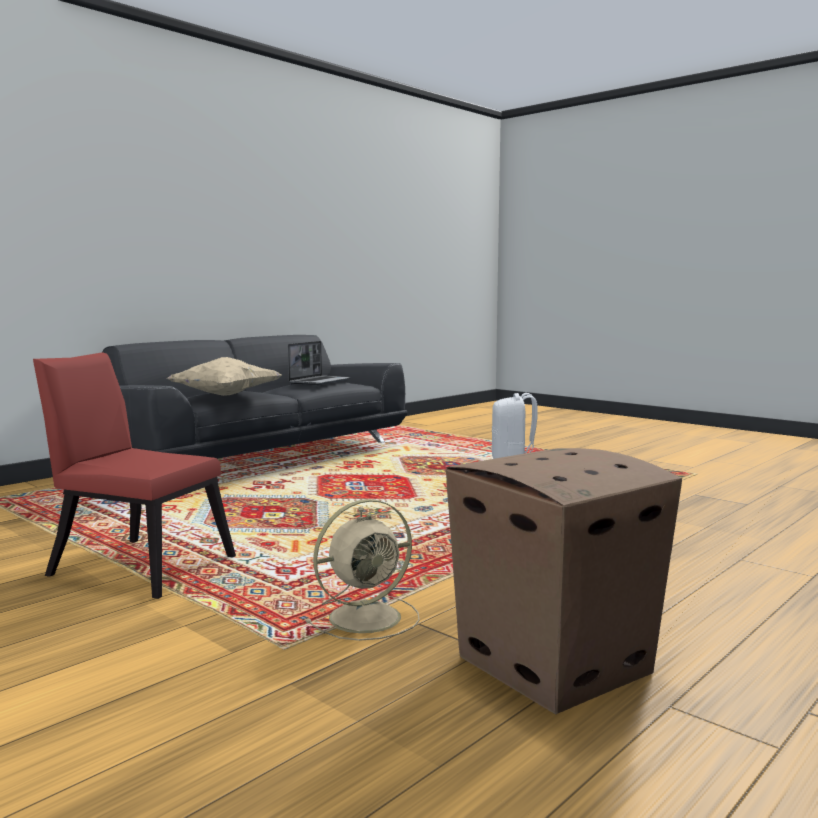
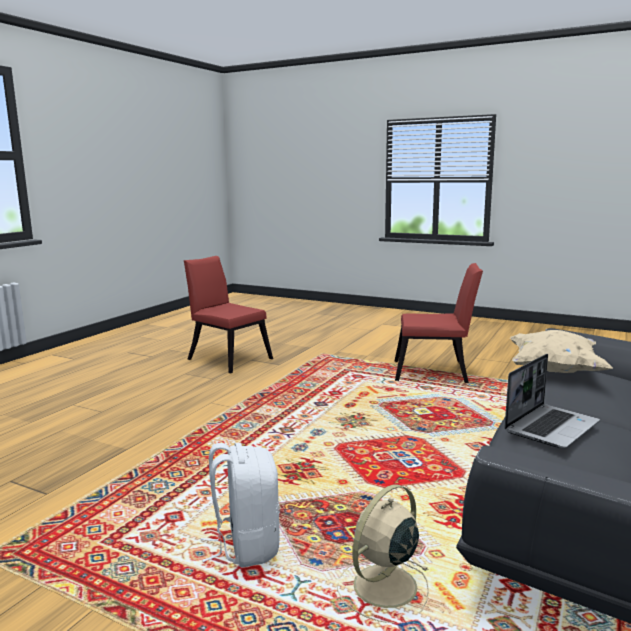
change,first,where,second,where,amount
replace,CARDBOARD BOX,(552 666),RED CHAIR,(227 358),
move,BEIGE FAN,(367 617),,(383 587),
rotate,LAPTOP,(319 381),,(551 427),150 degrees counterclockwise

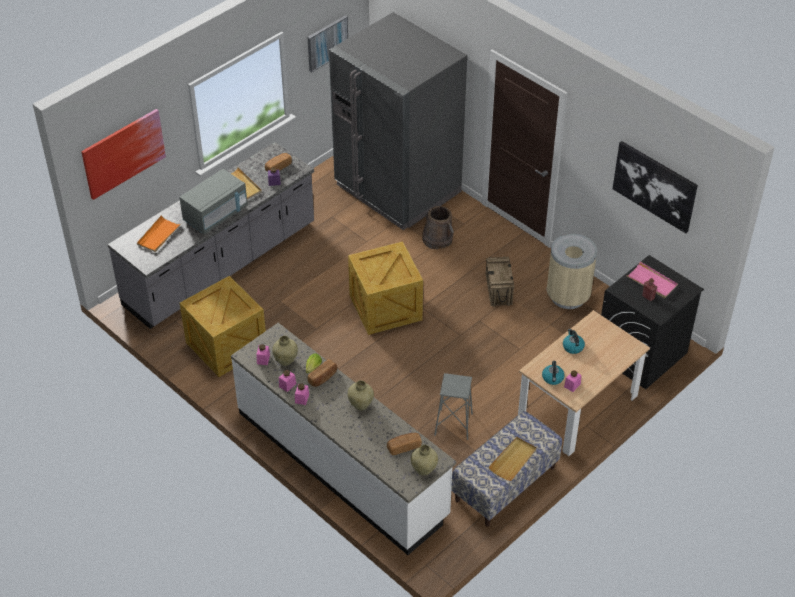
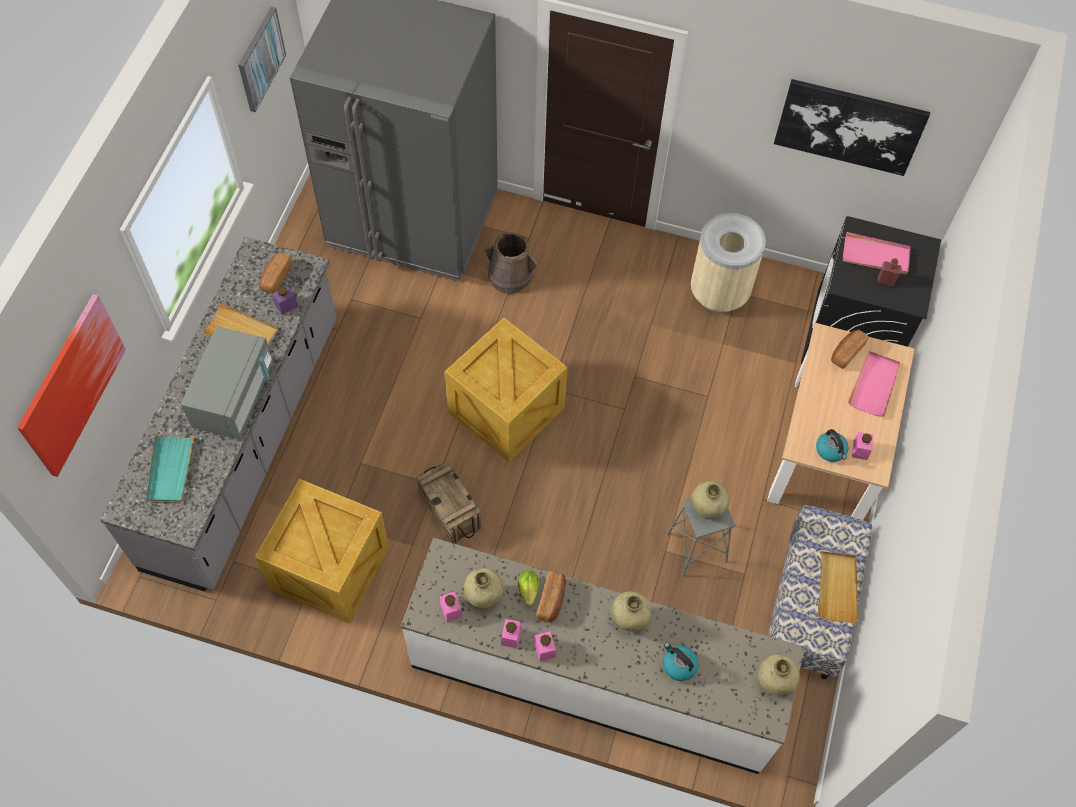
change,first,where,second,where,amount
recolor,ORANGE TRAY,(158 235),TURQUOISE TRAY,(170 470),
move,CRATE,(499 290),,(450 510),
move,KETTLE,(572 347),,(678 665),
insert,,,BEIGE VASE,(707 509),
move,BREAD,(404 447),,(846 352),
insert,,,PINK TRAY,(874 385),

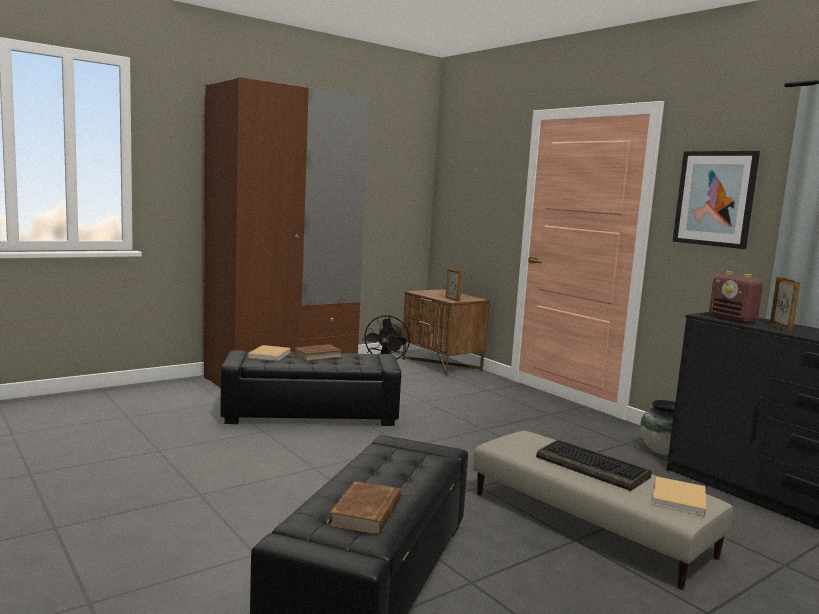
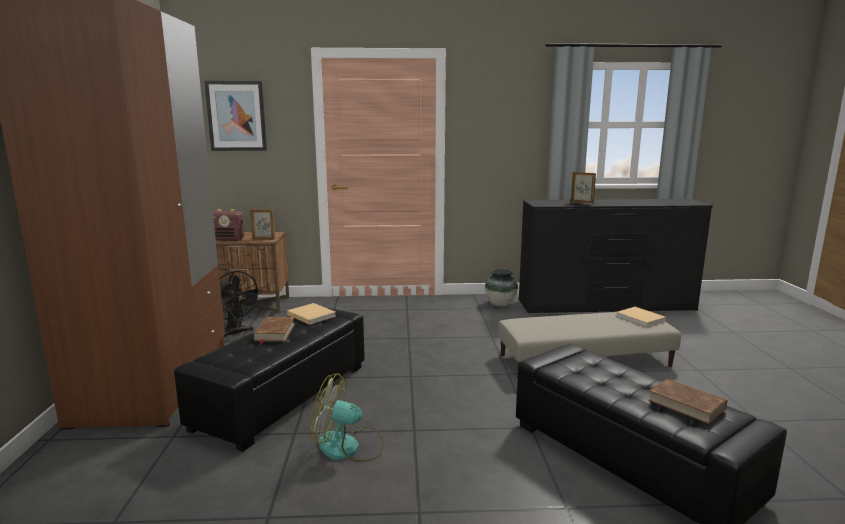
change,first,where,second,where,amount
move,PICTURE,(715 198),,(236 116),
move,RADIO,(732 320),,(229 239),
move,BEIGE BOOK,(270 354),,(310 315),
insert,,,FAN,(348 447),
delete,KEYBOARD,(593 467),,,

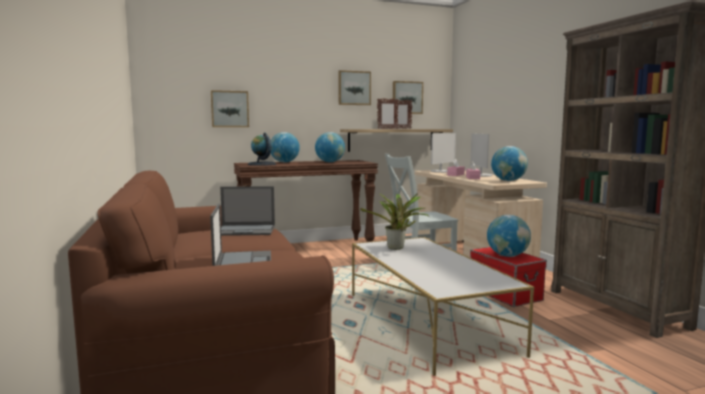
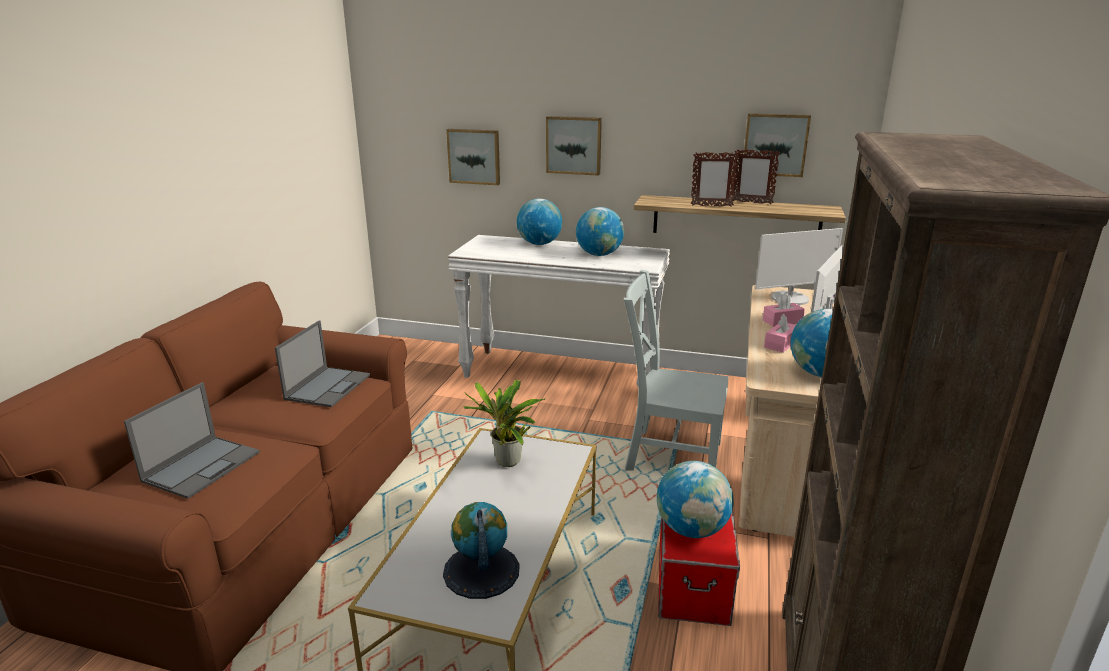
change,first,where,second,where,amount
rotate,LAPTOP,(246 230),,(328 386),105 degrees counterclockwise
move,GLOBE,(262 164),,(481 571),
recolor,BROWN CONSOLE TABLE,(306 249),WHITE CONSOLE TABLE,(561 374),
move,PICTURE,(354 88),,(574 145),

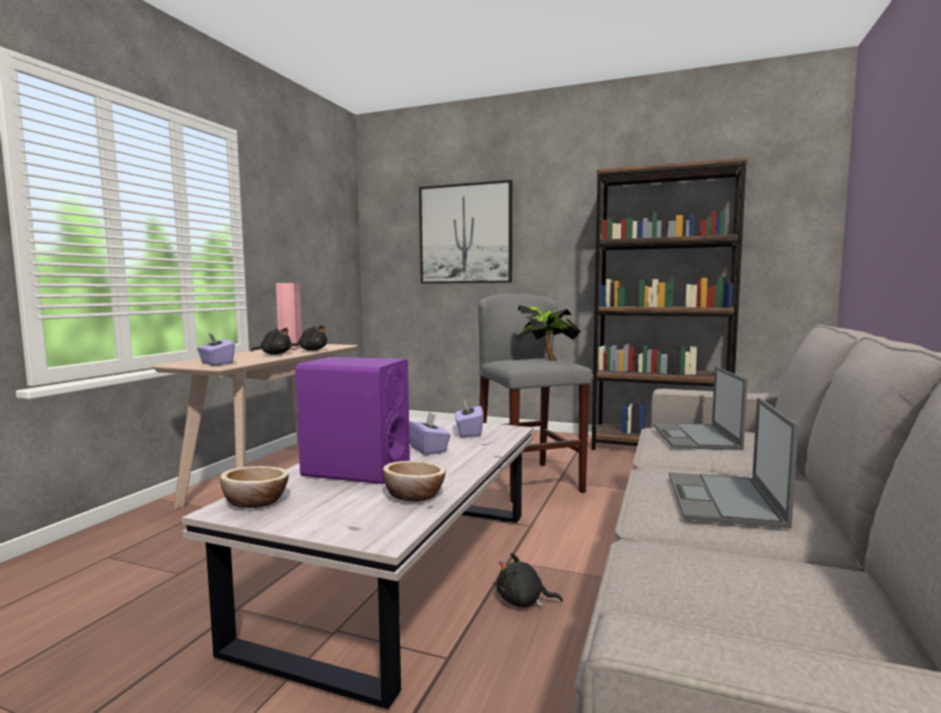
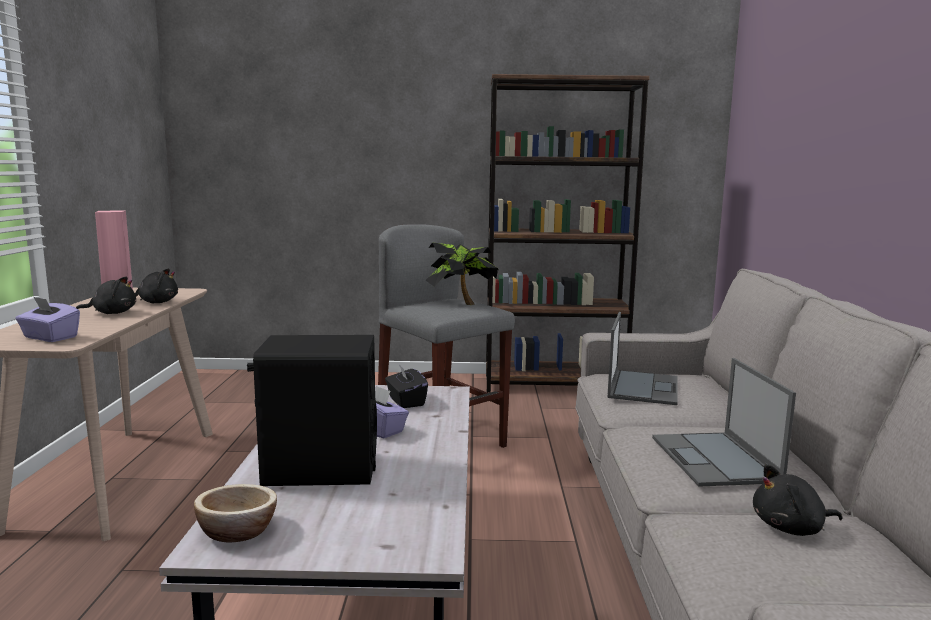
change,first,where,second,where,amount
recolor,PURPLE SPEAKER,(356 470),BLACK SPEAKER,(320 470),
recolor,PURPLE TISSUE BOX,(468 432),BLACK TISSUE BOX,(405 401),
rotate,LAPTOP,(696 437),,(643 387),150 degrees counterclockwise
move,BLACK PLUSH TOY,(523 601),,(791 528),
delete,BOWL,(414 496),,,
delete,PICTURE,(465 234),,,

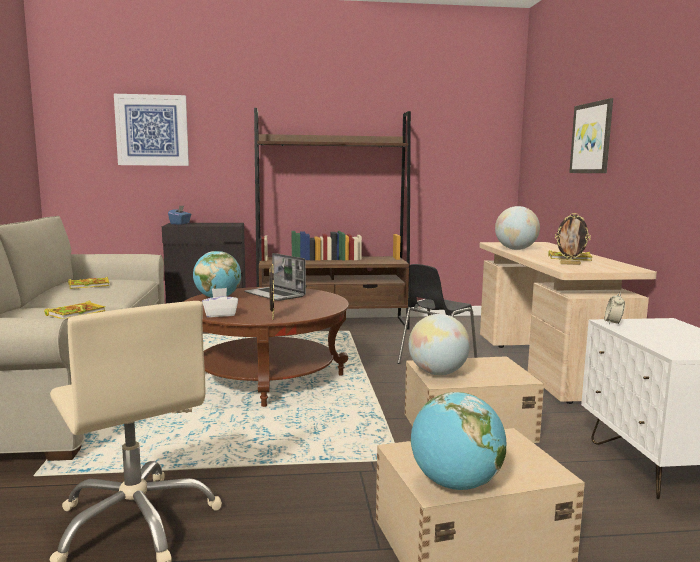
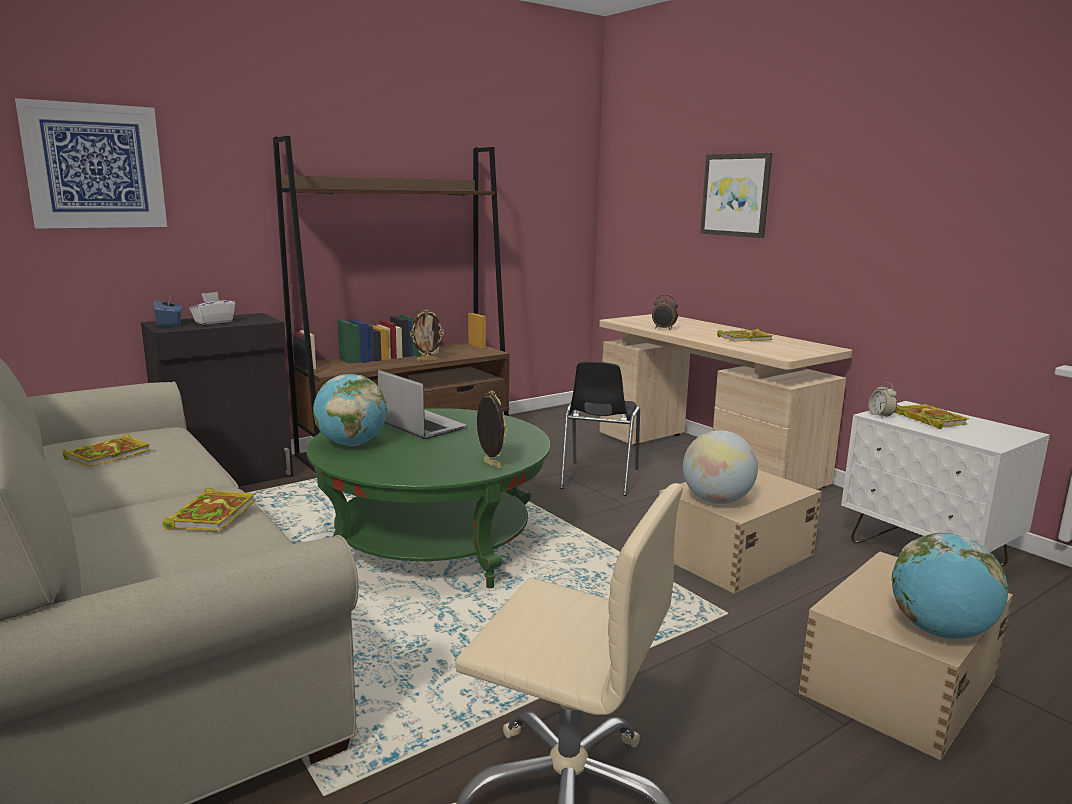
change,first,where,second,where,amount
move,WHITE TISSUE BOX,(220 315),,(213 322),
recolor,BROWN COFFEE TABLE,(266 377),GREEN COFFEE TABLE,(432 544),
rotate,LAPTOP,(276 295),,(420 426),150 degrees counterclockwise
move,PICTURE FRAME,(570 264),,(427 360),
replace,GLOBE,(515 249),ALARM CLOCK,(664 329),
insert,,,BOOK,(927 419),

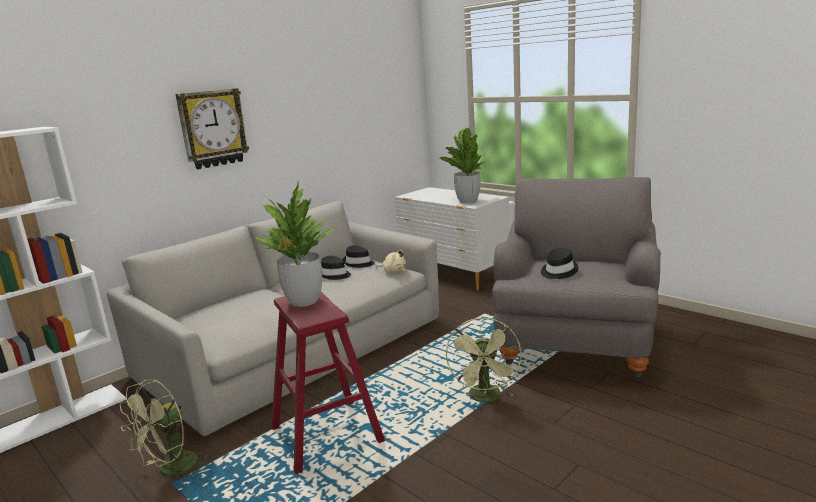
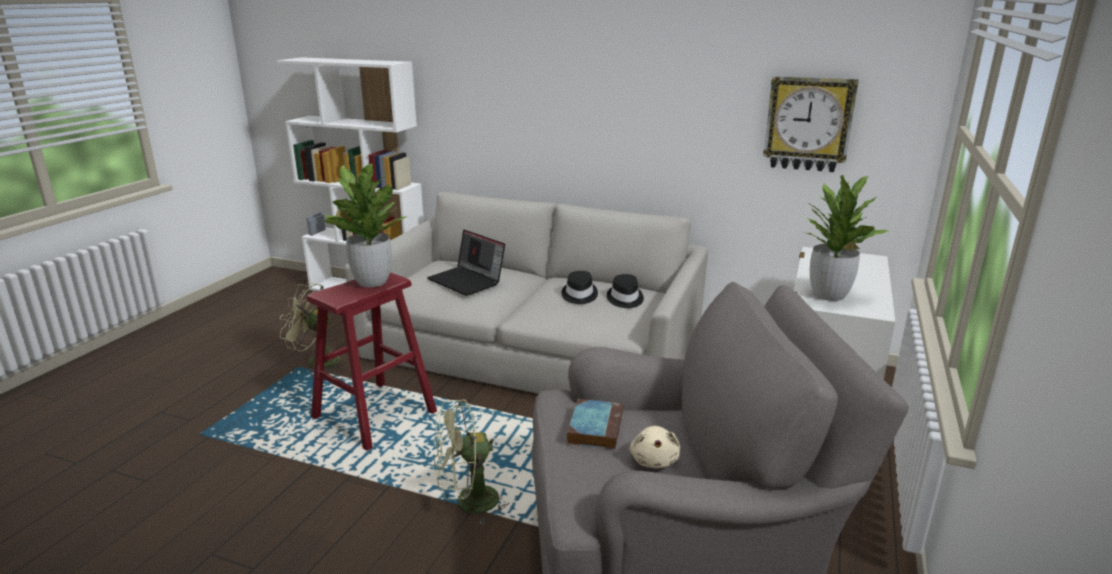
change,first,where,second,where,amount
insert,,,LAPTOP,(467 281),
replace,BLACK HAT,(558 271),BOOK,(595 427),
move,BEIGE PLUSH TOY,(393 270),,(654 460),
move,WALL CLOCK,(212 128),,(808 124),

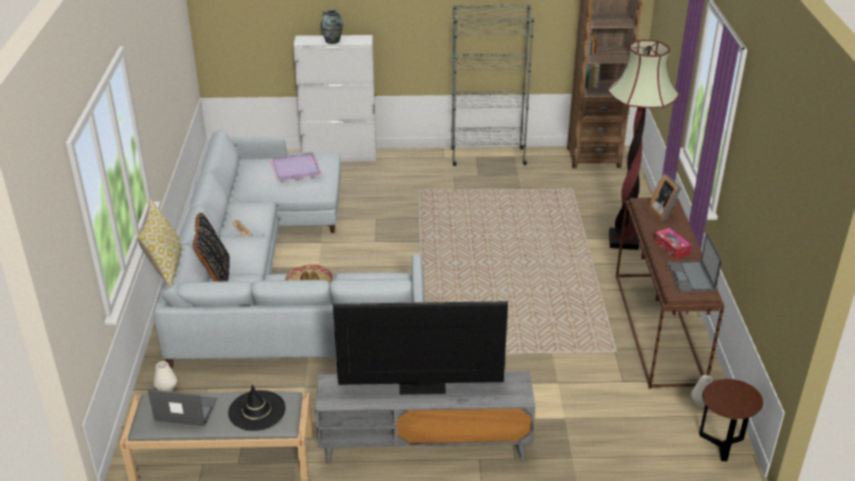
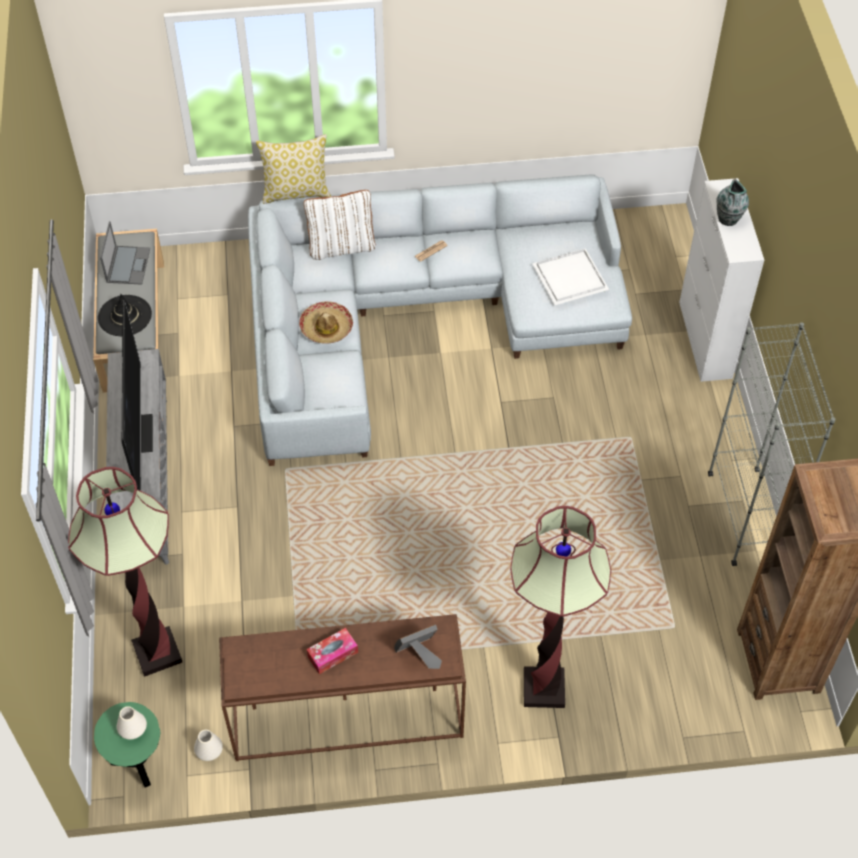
change,first,where,second,where,amount
insert,,,FLOOR LAMP,(157 652),
recolor,BROWN SIDE TABLE,(721 445),GREEN SIDE TABLE,(138 764),
move,WHITE VASE,(166 388),,(133 730),
recolor,BLACK PILLOW,(215 275),WHITE PILLOW,(341 246),
recolor,PURPLE TRAY,(295 169),WHITE TRAY,(568 277),
delete,LAPTOP,(691 277),,,

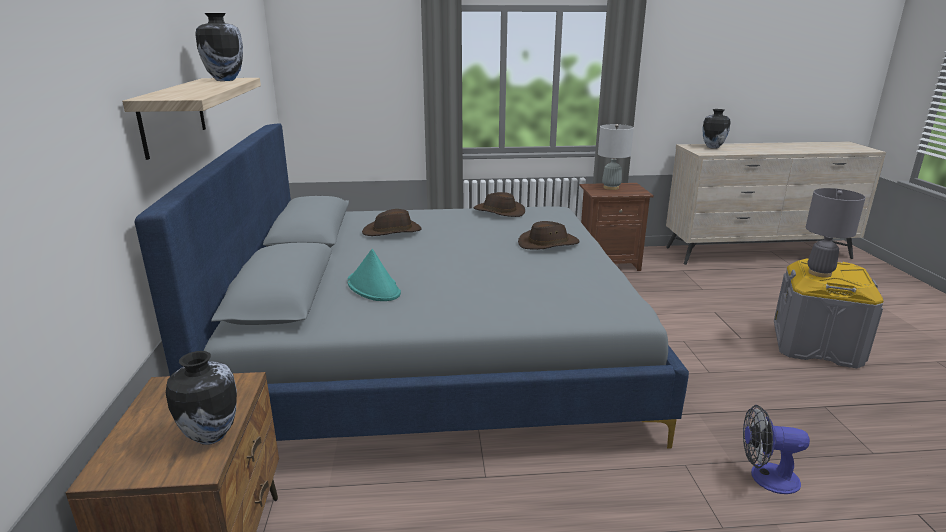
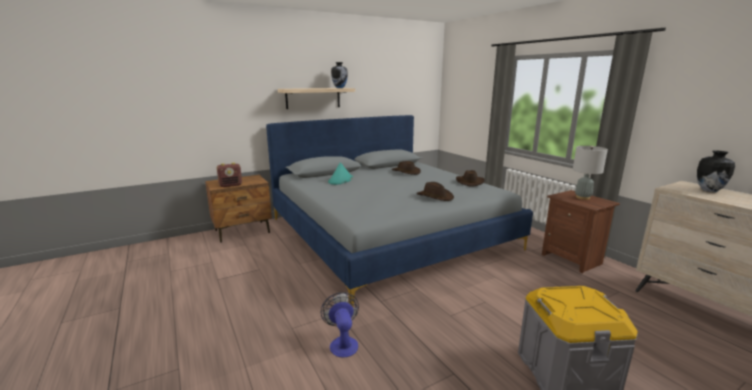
change,first,where,second,where,amount
replace,VASE,(211 436),RADIO,(231 185),
delete,GREY TABLE LAMP,(819 273),,,

